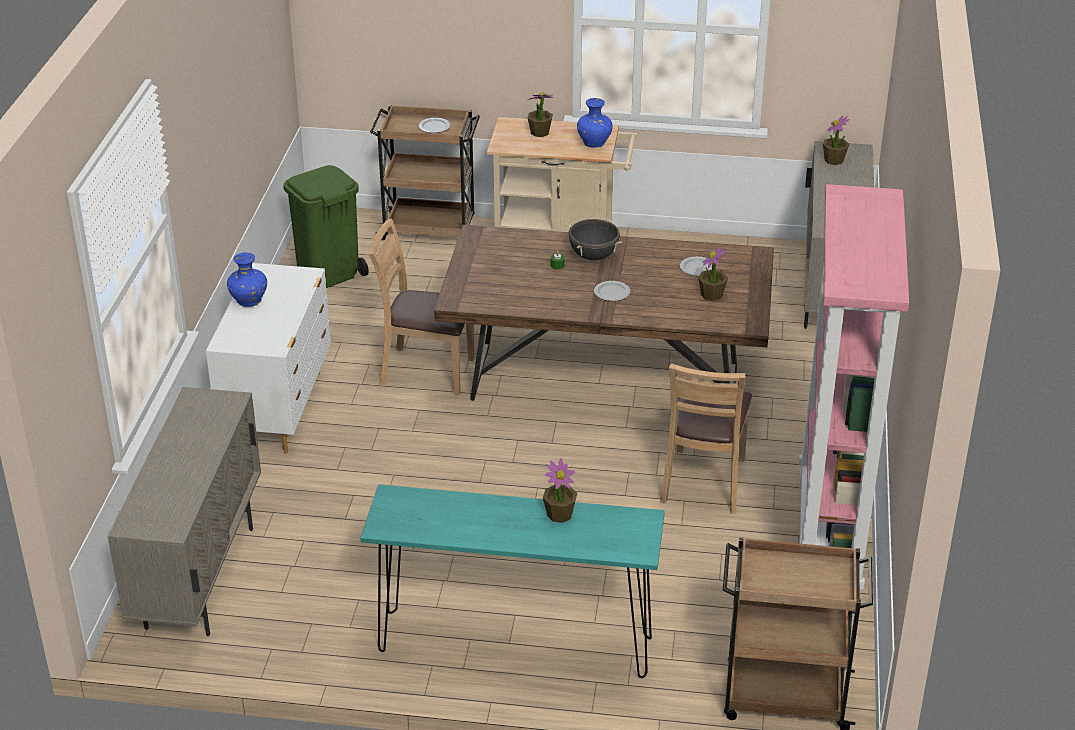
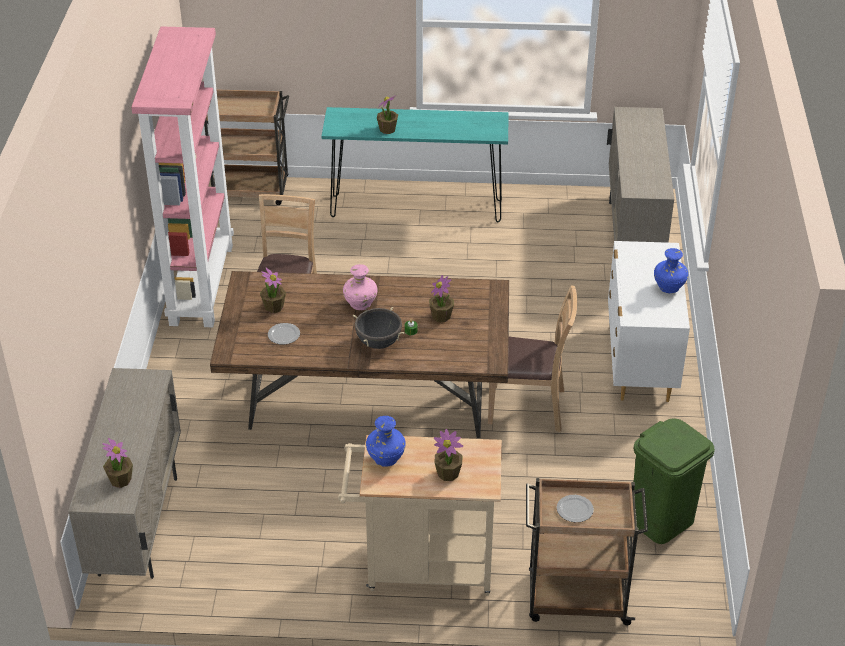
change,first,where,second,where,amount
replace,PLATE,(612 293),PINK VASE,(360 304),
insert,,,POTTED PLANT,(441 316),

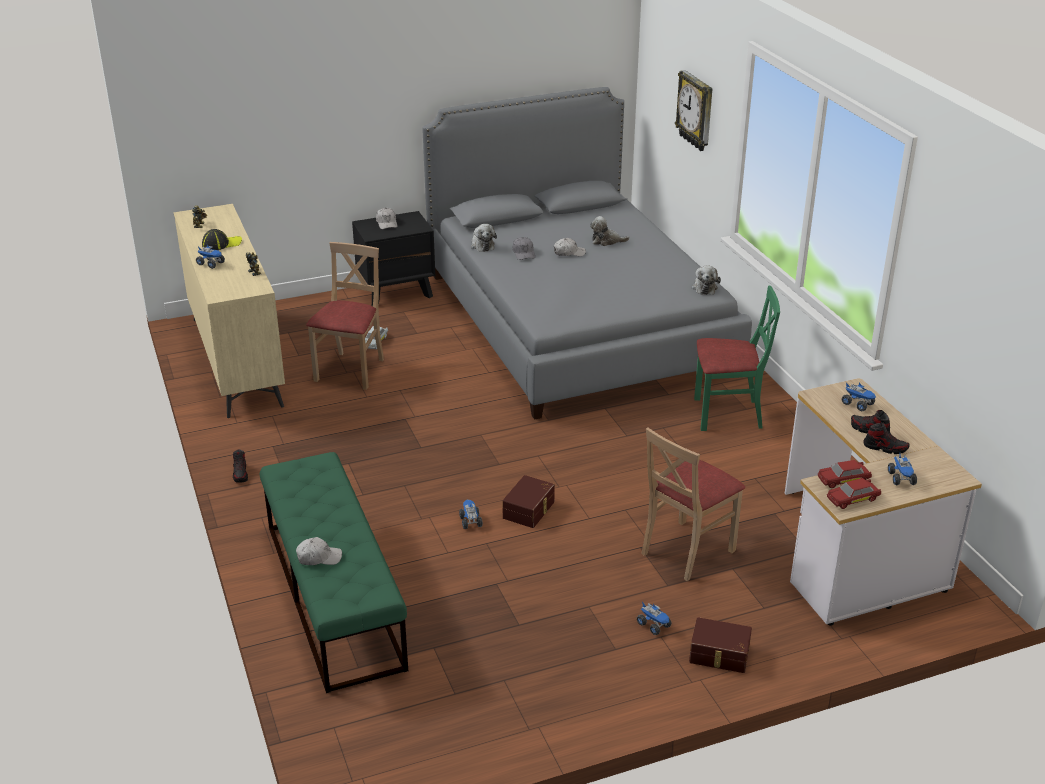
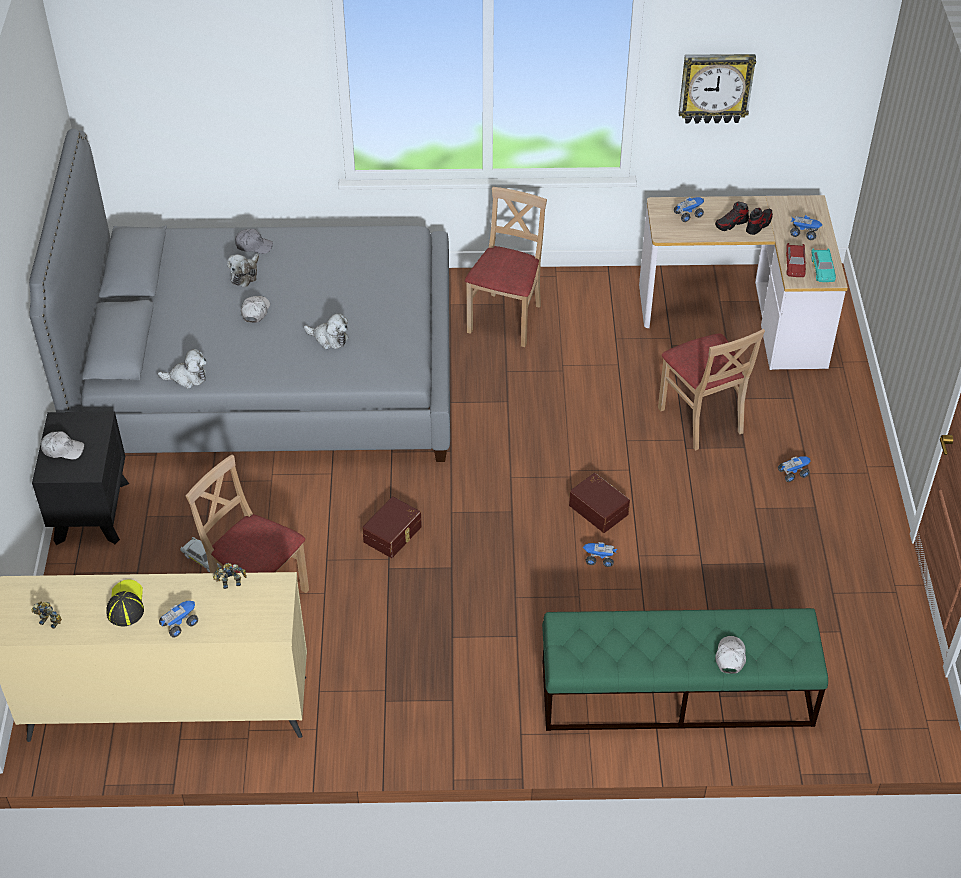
change,first,where,second,where,amount
move,GREY CAP,(524 253),,(254 246),
move,PLUSH TOY,(704 287),,(329 338),
move,BROWN STORAGE BOX,(719 655),,(393 534),
recolor,GREEN CHAIR,(727 414),BEIGE CHAIR,(506 319),
move,WALL CLOCK,(696 111),,(715 87),
recolor,RED TOY CAR,(853 499),TURQUOISE TOY CAR,(822 269),
delete,SHOE,(240 474),,,

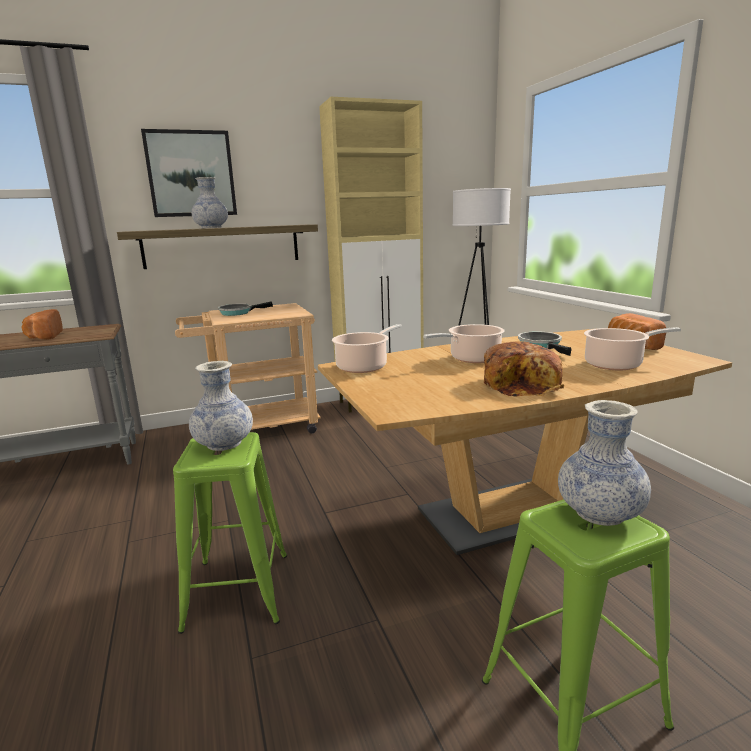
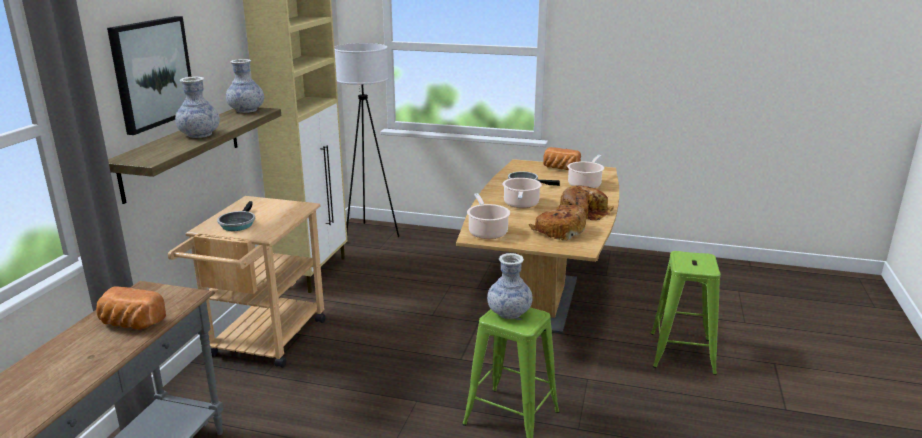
change,first,where,second,where,amount
move,VASE,(599 513),,(246 110),
insert,,,BREAD,(558 231),

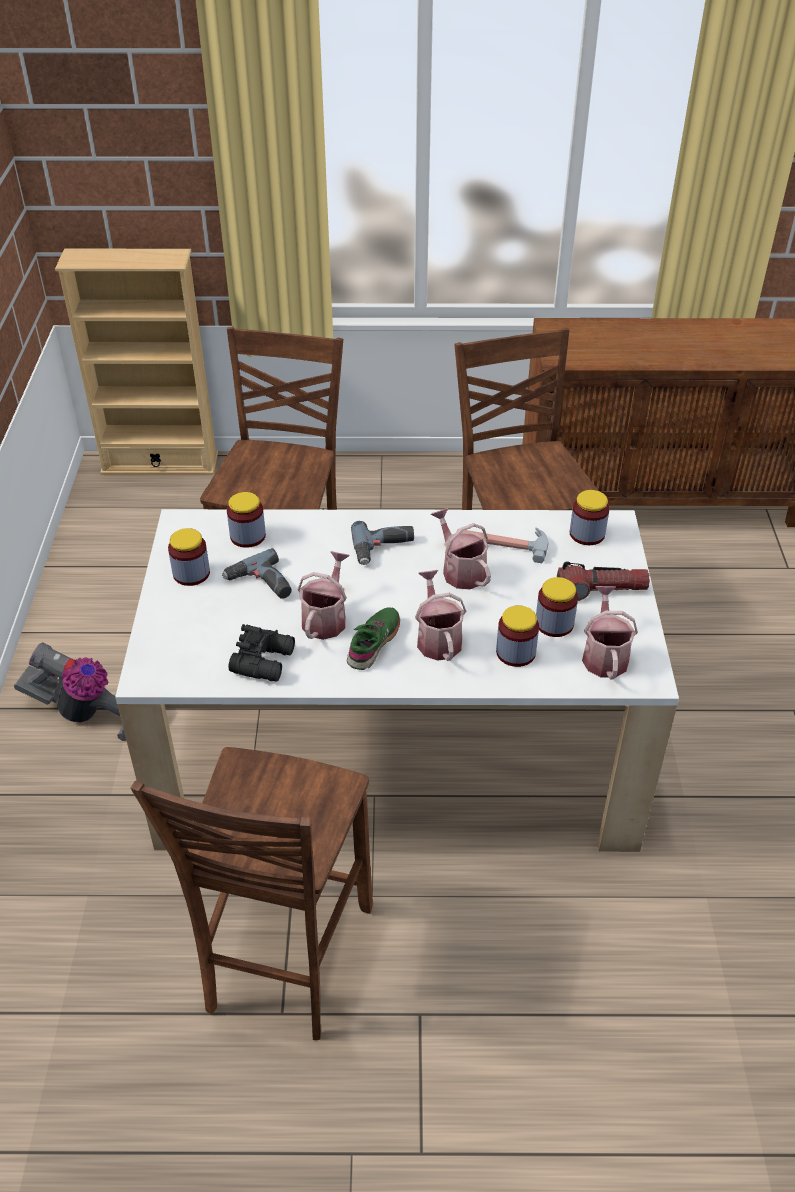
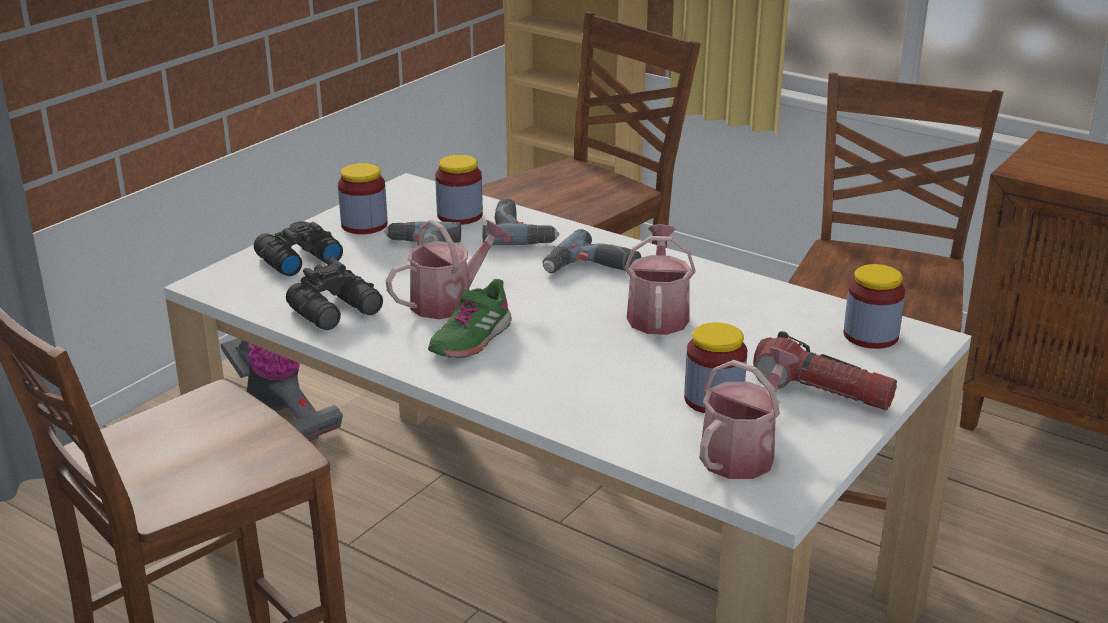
change,first,where,second,where,amount
insert,,,BLACK BINOCULARS,(296 260),
rotate,GREEN SHOE,(374 643),,(470 339),150 degrees clockwise
insert,,,POWER DRILL,(520 232),
delete,WATERING CAN,(437 638),,,
delete,HAMMER,(502 542),,,
delete,JAR,(515 652),,,

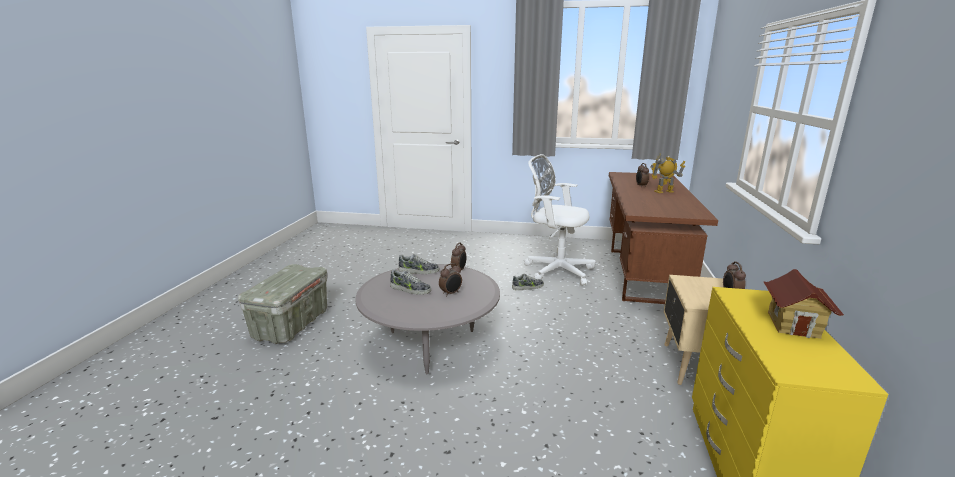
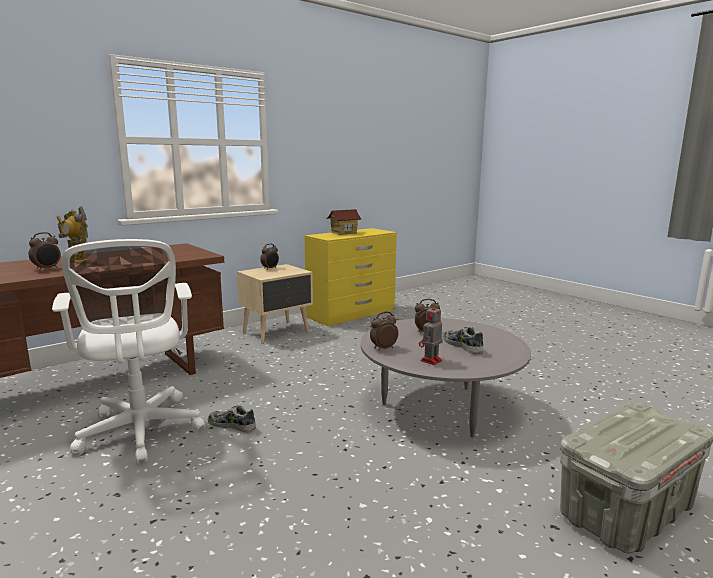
change,first,where,second,where,amount
replace,SHOE,(418 271),TOY ROBOT,(430 361),

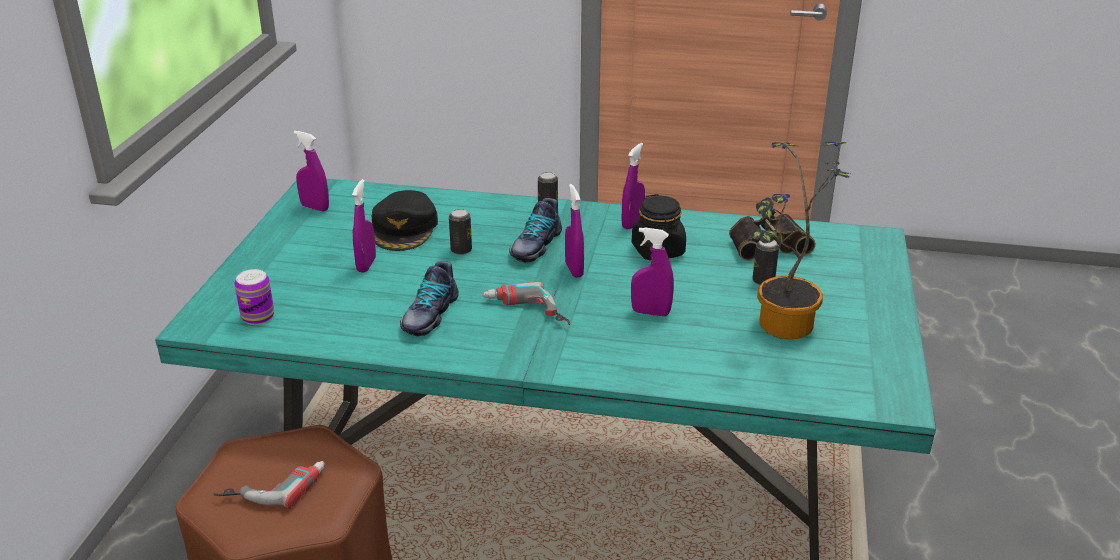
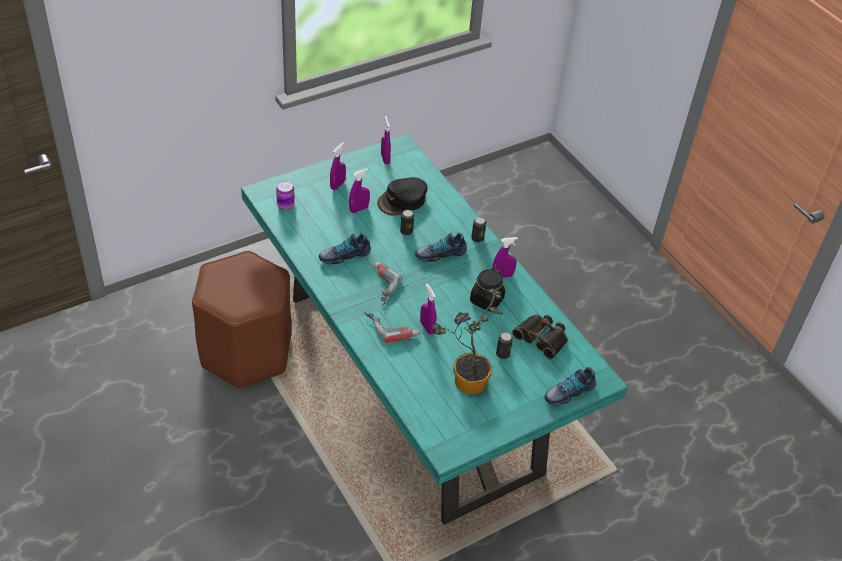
change,first,where,second,where,amount
move,PURPLE SPRAY BOTTLE,(574 270),,(337 185),
move,POWER DRILL,(273 485),,(392 326),
insert,,,SHOE,(568 392),

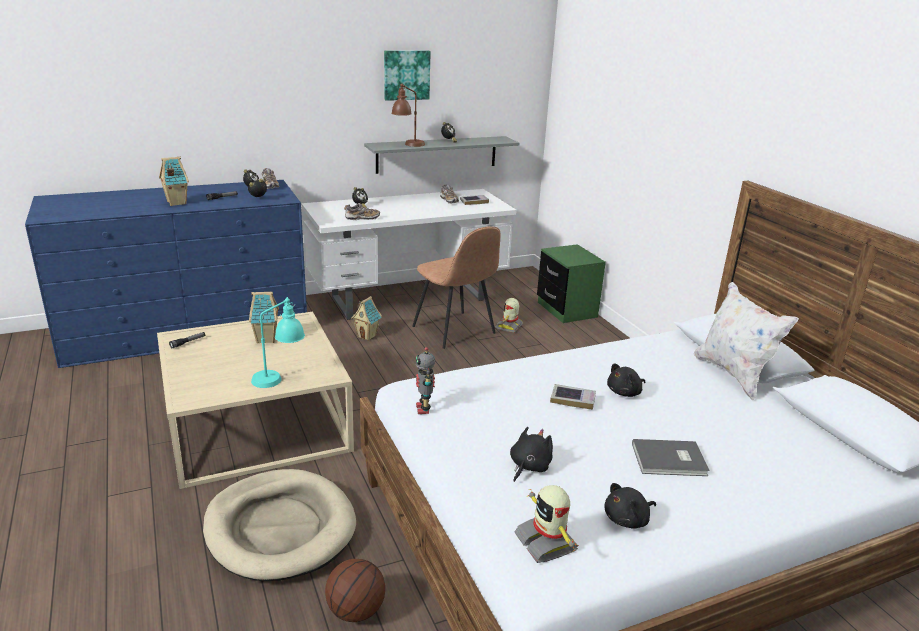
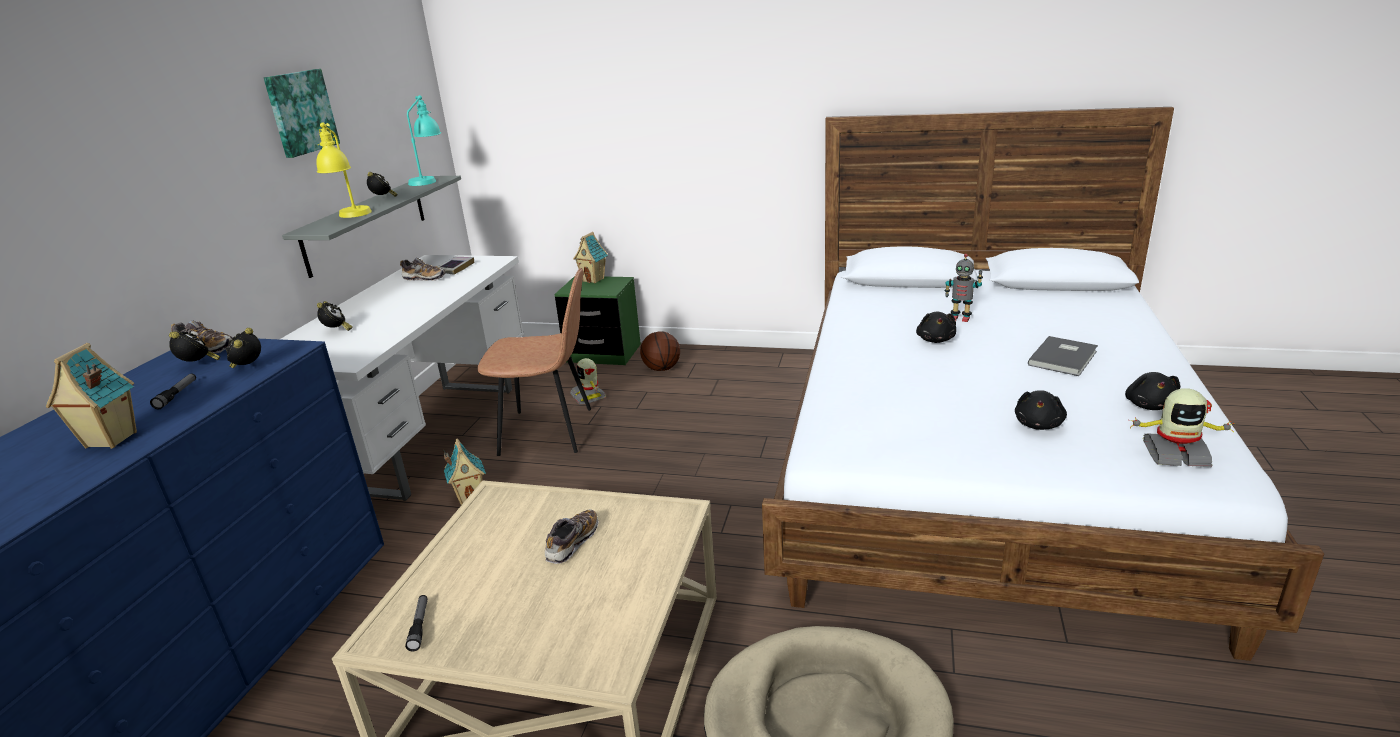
change,first,where,second,where,amount
recolor,BROWN TABLE LAMP,(408 145),YELLOW TABLE LAMP,(352 217),
move,TURQUOISE TABLE LAMP,(279 378),,(429 180),
move,SHOE,(362 218),,(572 543),
move,TOY HOUSE,(267 339),,(594 280),
move,BASKETBALL,(355 611),,(662 369),
move,TOY ROBOT,(424 409),,(960 318),
rotate,BLACK PLUSH TOY,(528 467),,(1038 424),135 degrees counterclockwise
delete,BOOK,(573 399),,,
delete,WHITE PILLOW,(733 375),,,

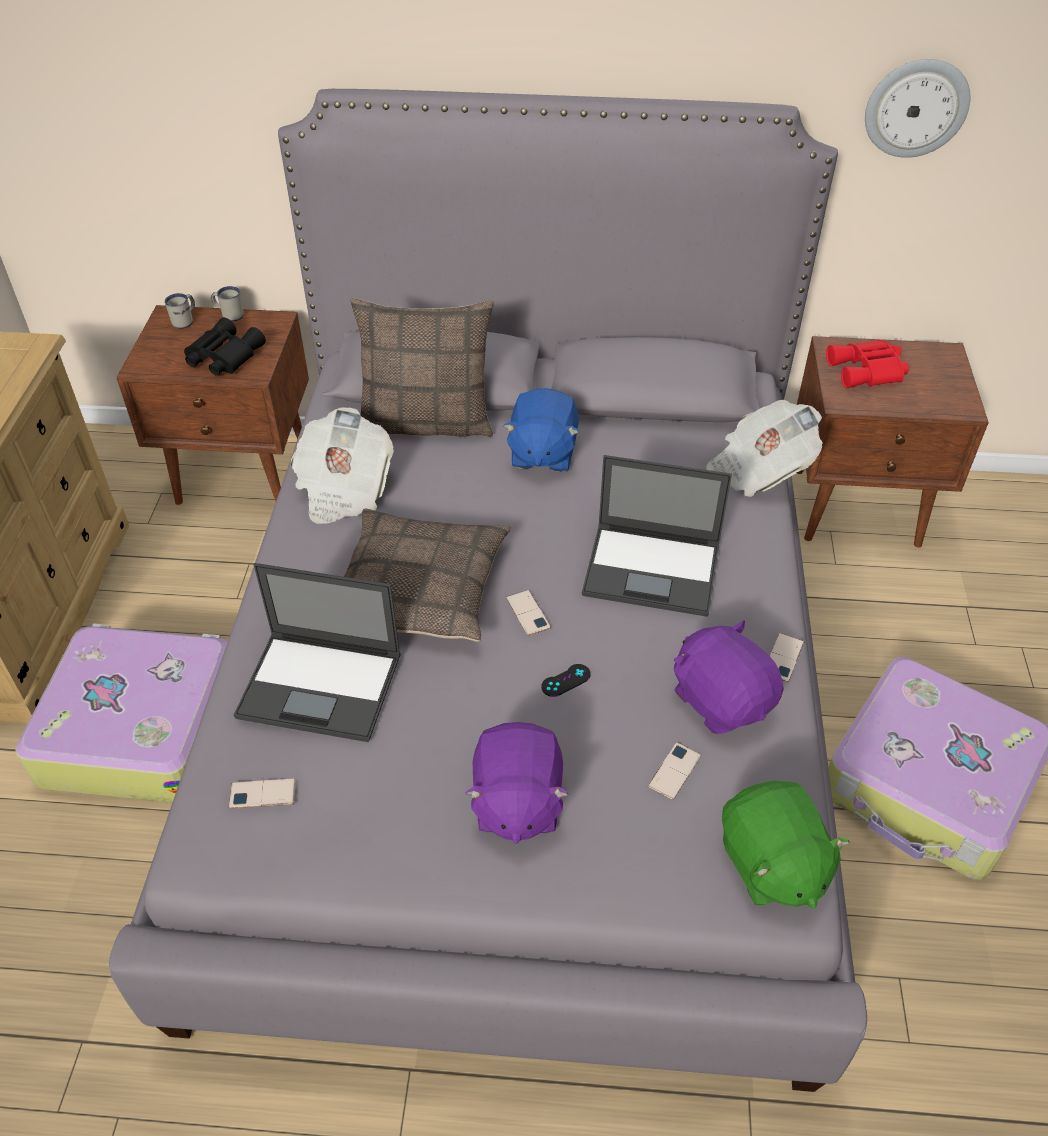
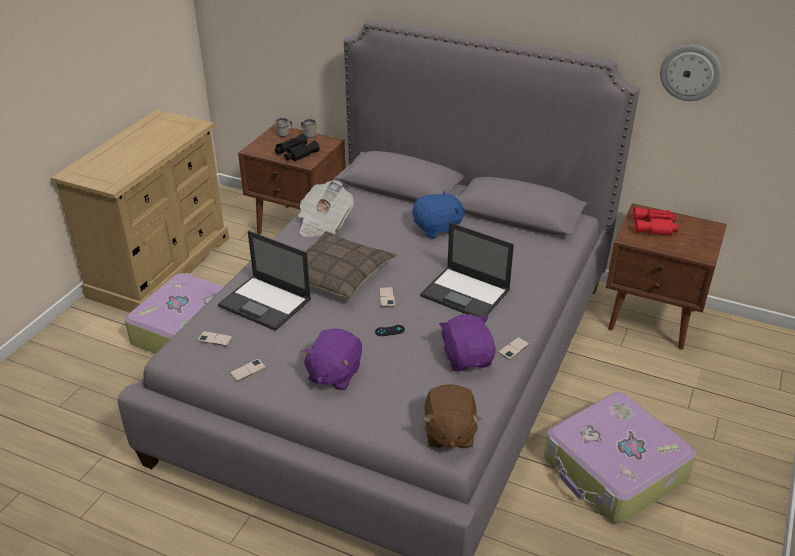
change,first,where,second,where,amount
move,PHONE,(674 771),,(247 370),
rotate,BLUE PLUSH TOY,(542 453),,(438 229),135 degrees counterclockwise
recolor,GREEN PLUSH TOY,(771 864),BROWN PLUSH TOY,(449 433),
delete,PILLOW,(427 421),,,
delete,NEWSPAPER,(759 469),,,

